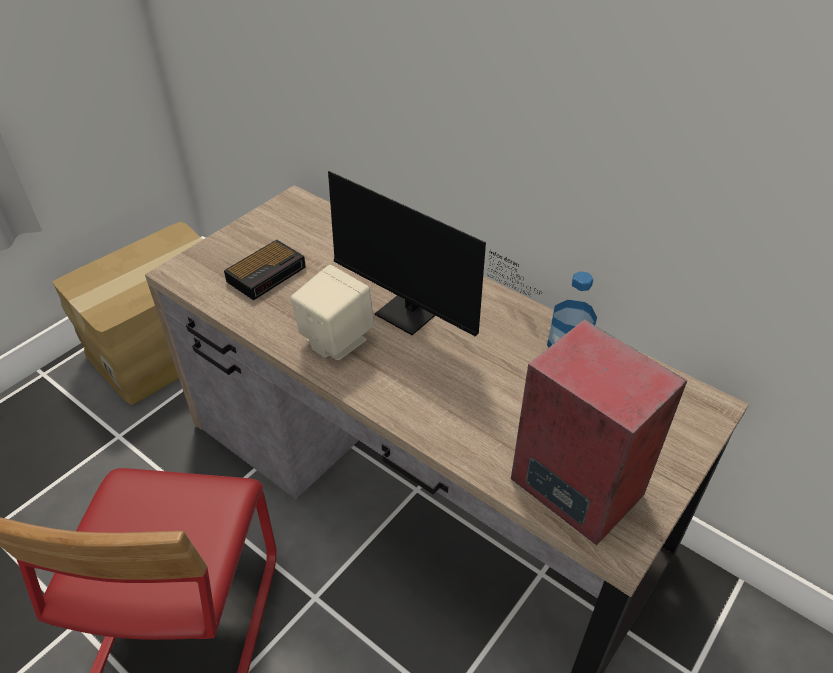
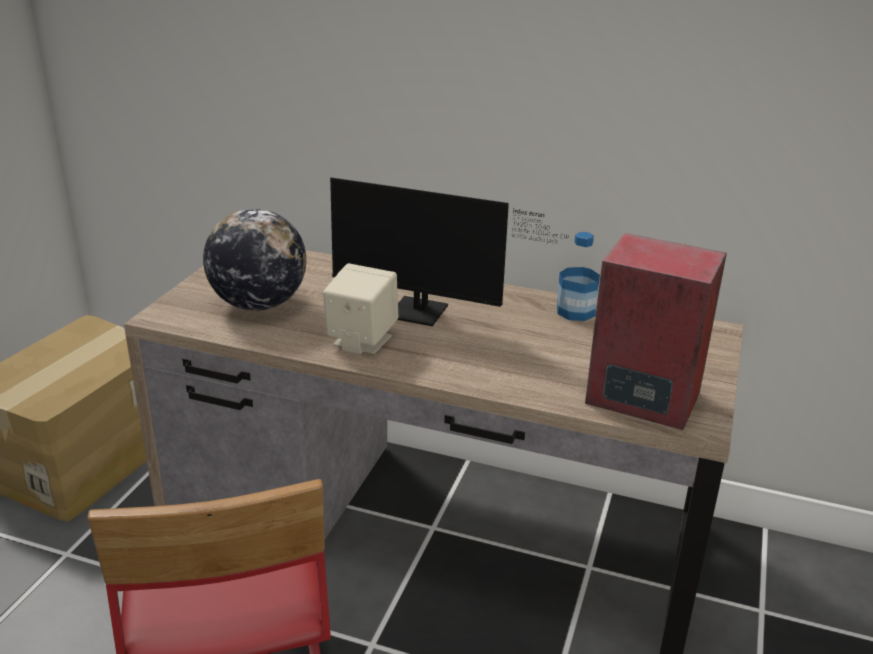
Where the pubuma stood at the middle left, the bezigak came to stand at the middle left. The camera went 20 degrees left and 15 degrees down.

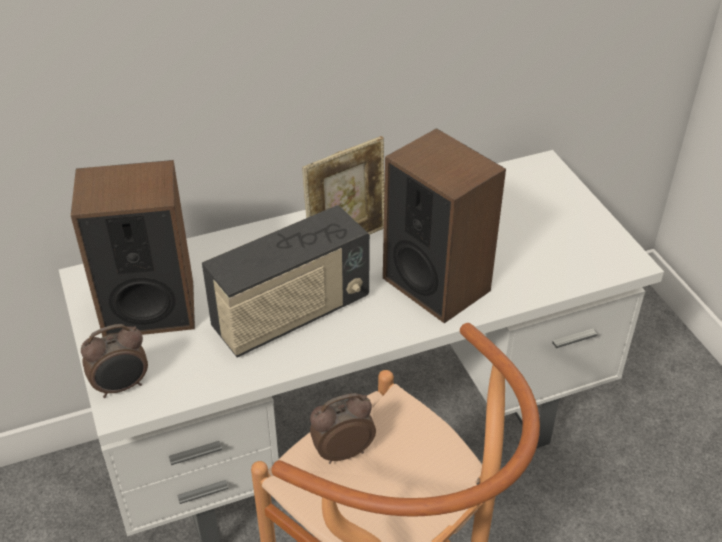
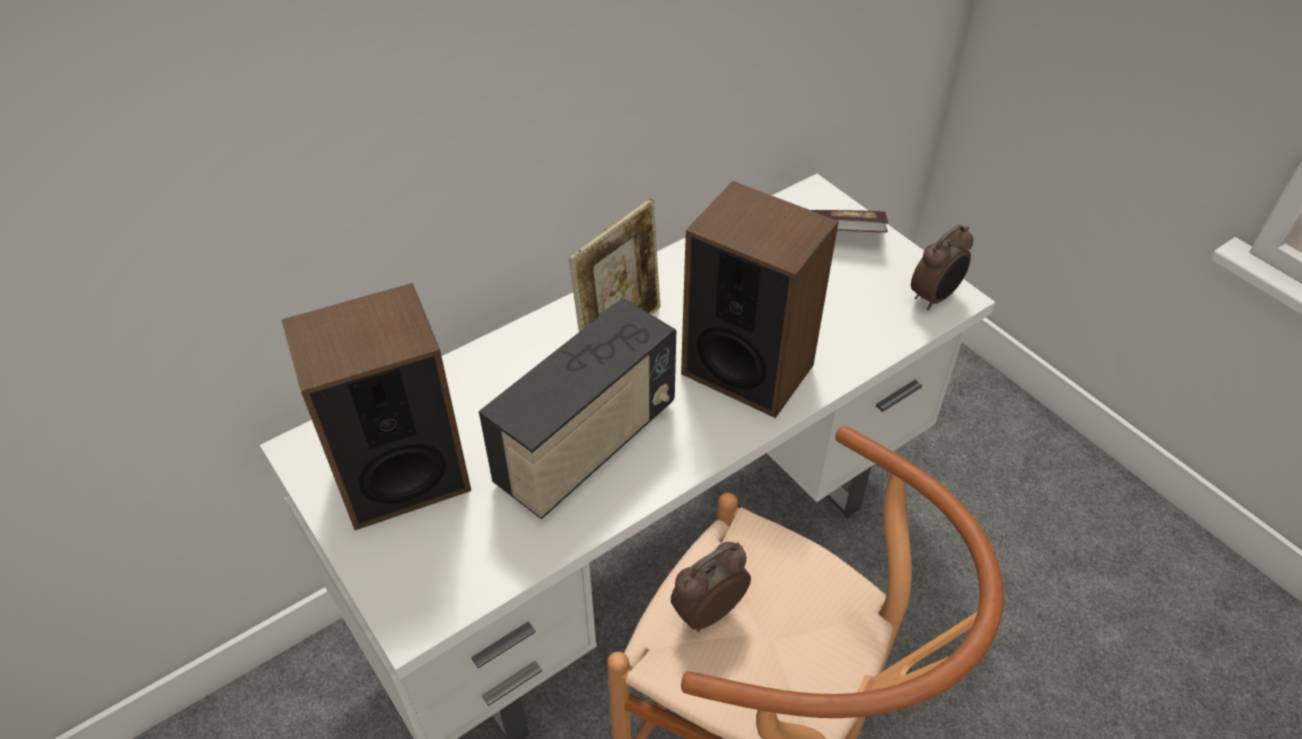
The pubuma (no. 1 from left in the first image) ended up elsewhere, having gone from the middle left to the middle right. The second view gained the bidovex at the top centre. The camera went 15 degrees left and 5 degrees up.

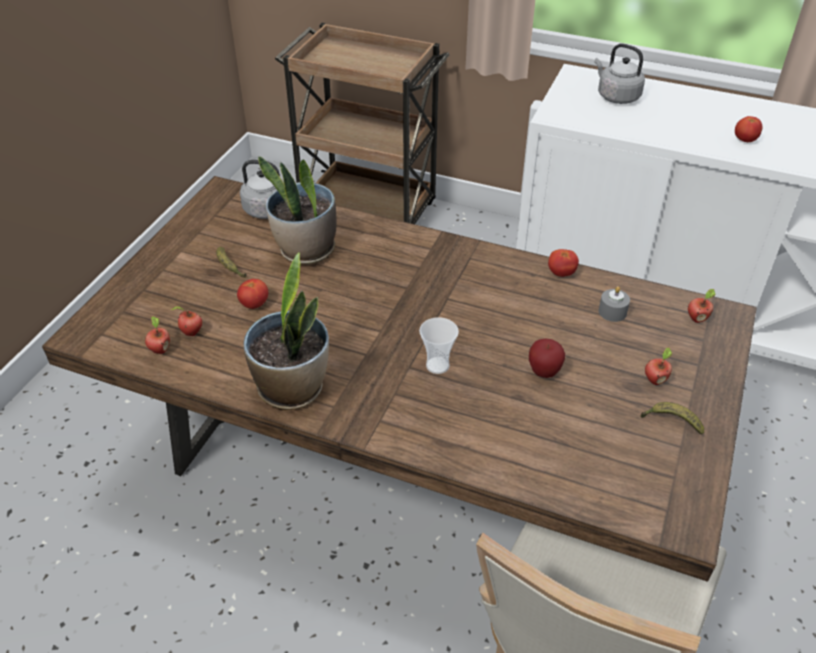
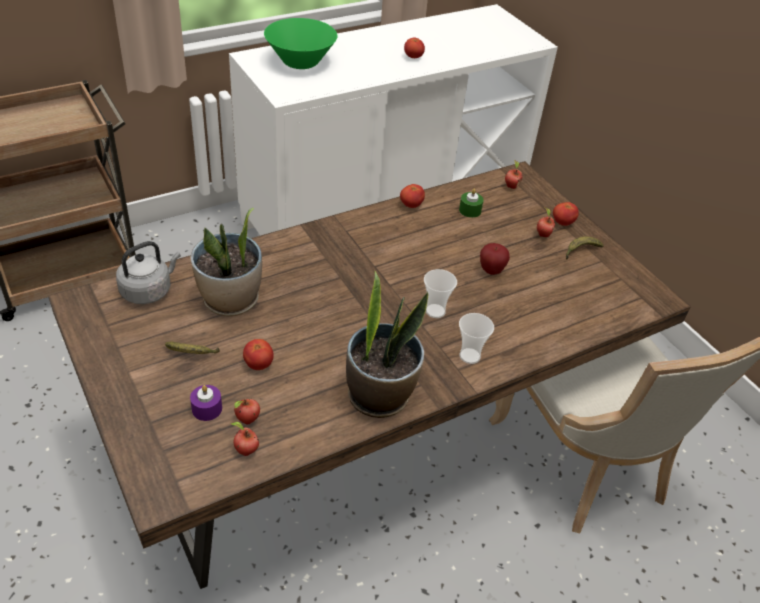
Where the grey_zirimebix (no. 2 from left) stood at the top right, the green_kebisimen came to stand at the top centre. What was the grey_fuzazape at the middle right turned into the green_fuzazape at the centre. The second view gained the purple_fuzazape at the bottom left. The second view gained the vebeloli (no. 2 from left) at the centre. The second view gained the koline (no. 4 from left) at the middle right. The camera went 55 degrees left and 0 degrees up.

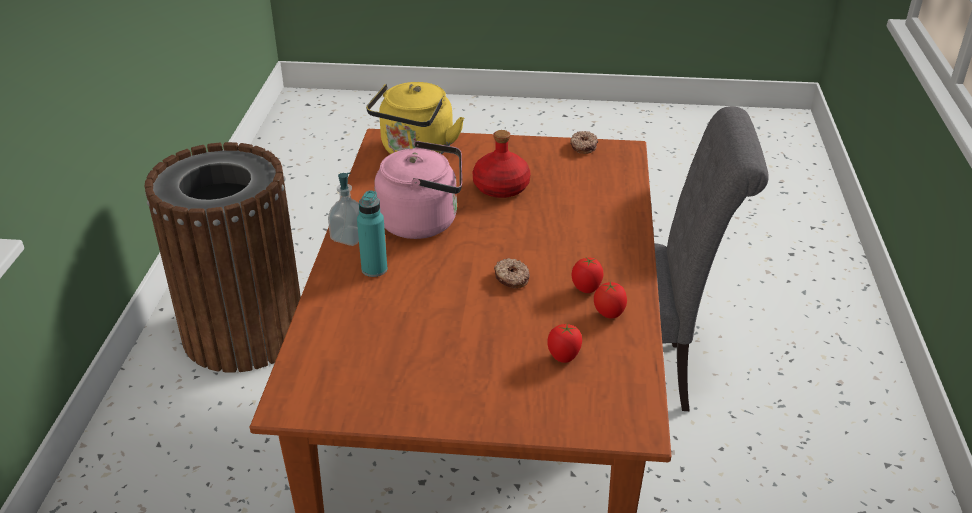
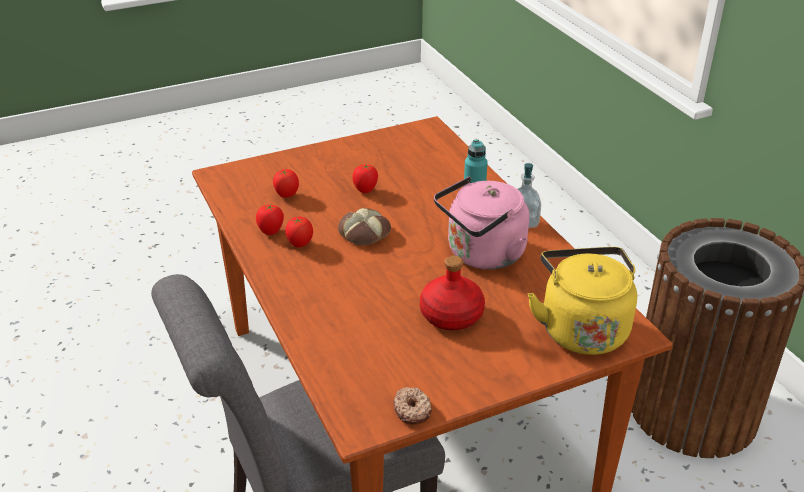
Where the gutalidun (no. 1 from left) stood at the centre, the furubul came to stand at the centre. The second view gained the koline (no. 4 from left) at the centre. The camera went 150 degrees right and 0 degrees up.

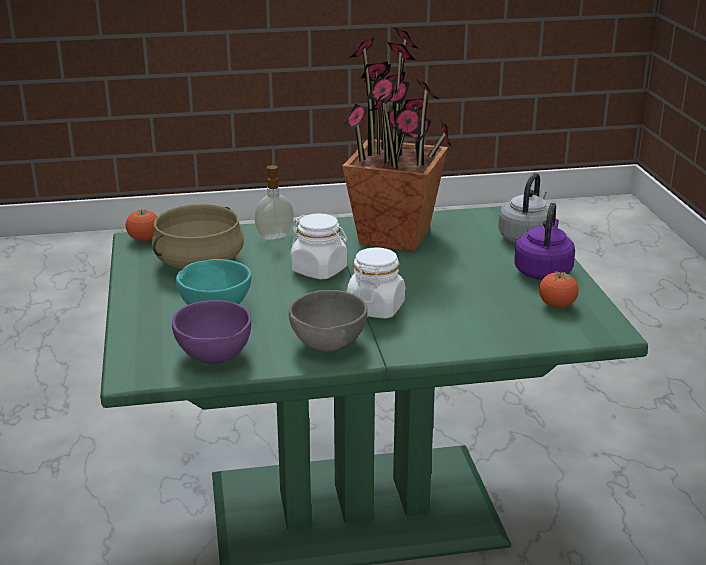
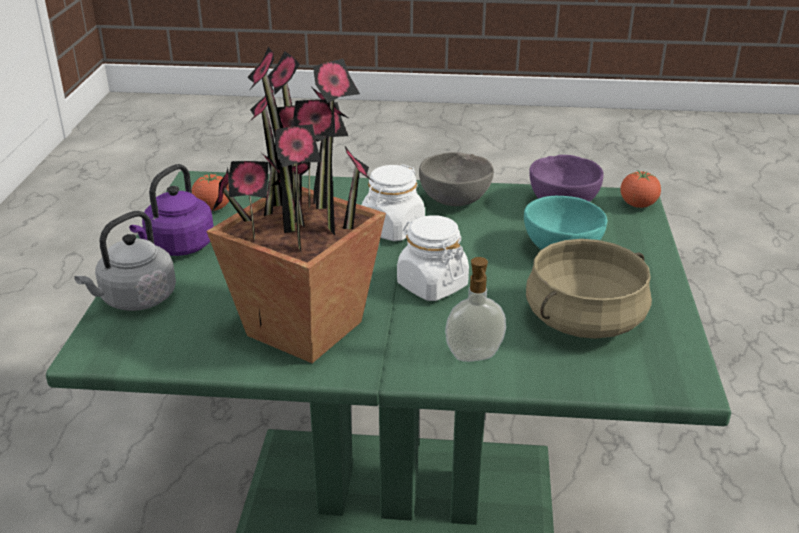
The koline (no. 1 from left in the first image) ended up elsewhere, having gone from the middle left to the middle right. The camera went 165 degrees left and 5 degrees up.

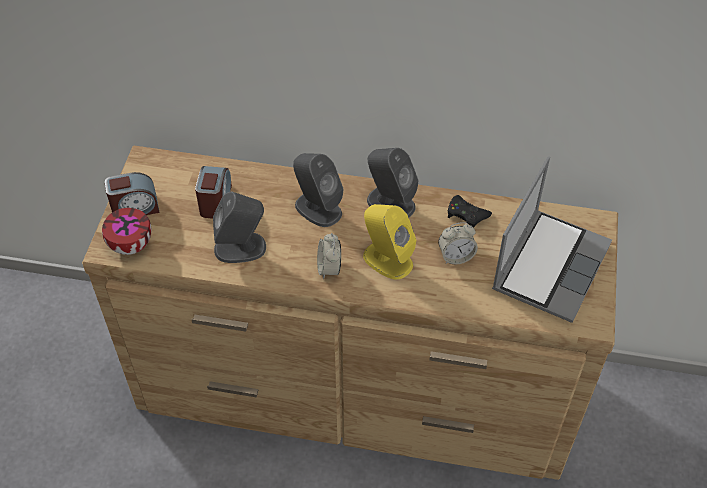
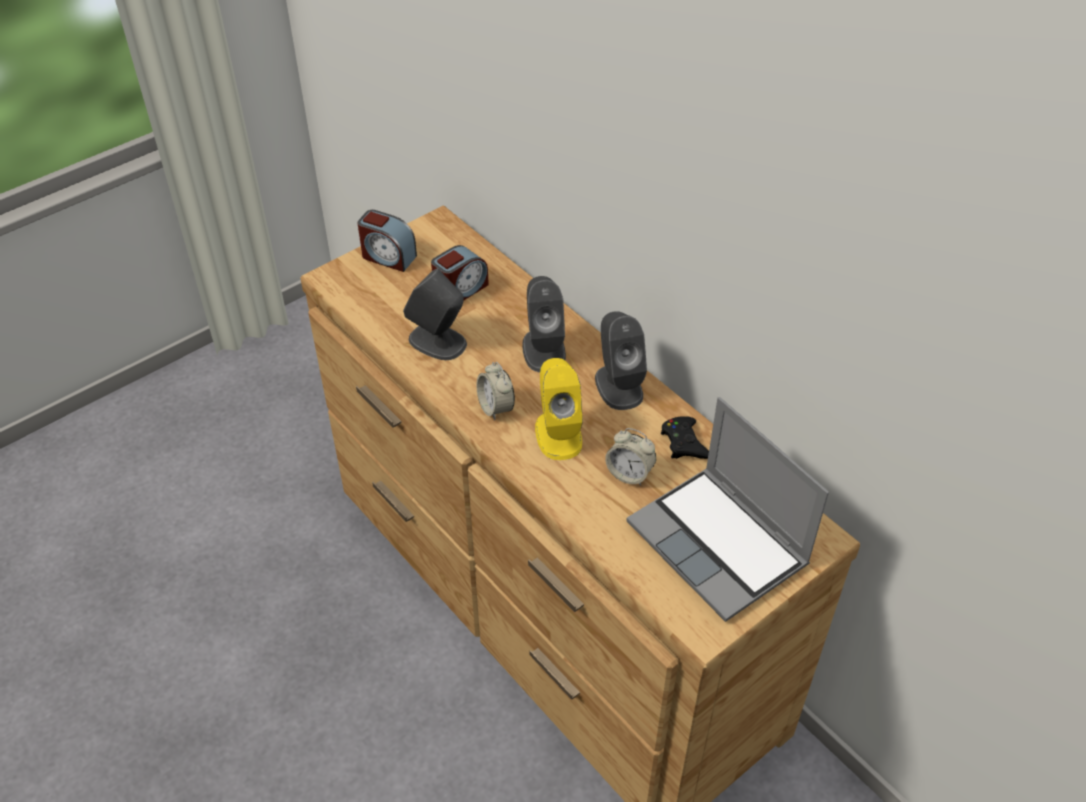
The second view lost the kebisimen at the middle left. The pubuma (no. 3 from left) at the centre ended up facing another way, 60 degrees counterclockwise from before. The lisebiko at the middle right ended up facing another way, 75 degrees clockwise from before. The camera went 40 degrees right and 5 degrees down.

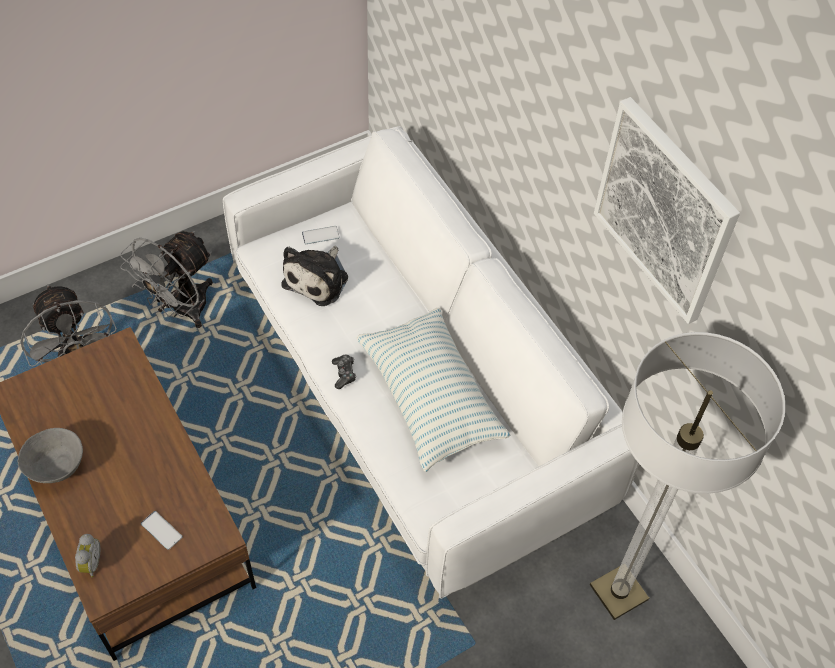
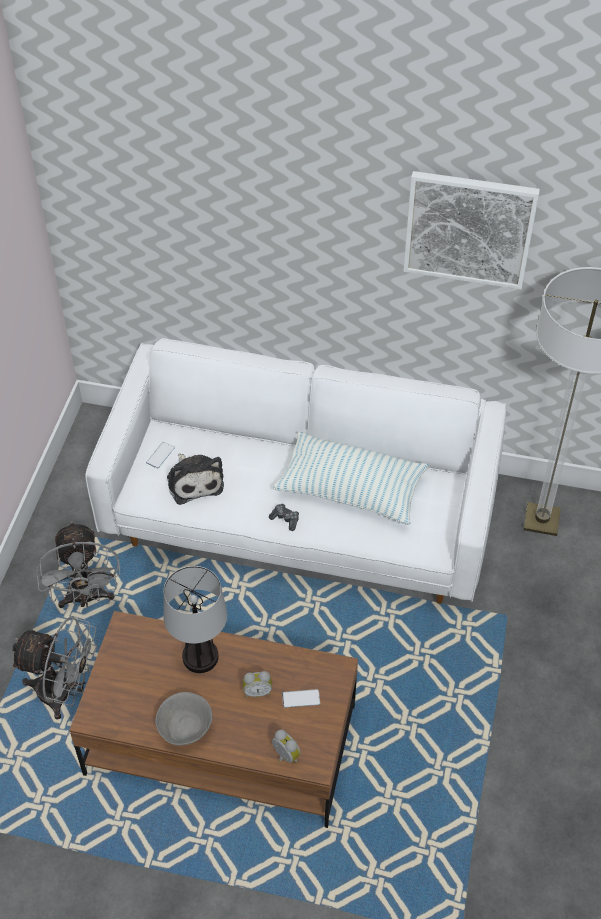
The second view gained the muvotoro at the bottom left. The second view gained the pubuma (no. 1 from left) at the bottom centre. The camera went 45 degrees left and 5 degrees down.

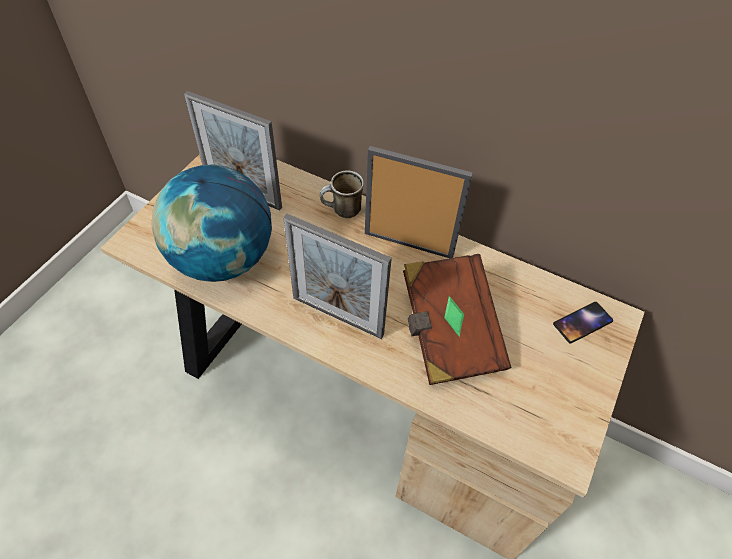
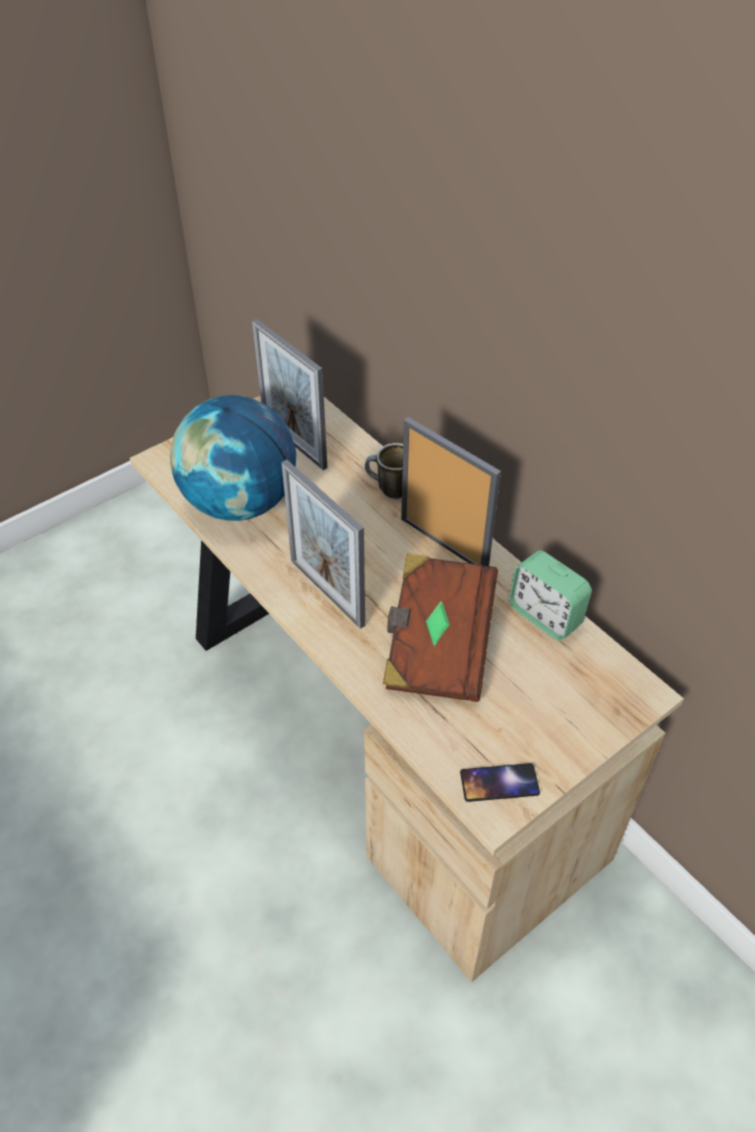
The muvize ended up elsewhere, having gone from the middle right to the bottom centre. The second view gained the pubuma at the middle right. The camera went 25 degrees right and 5 degrees down.

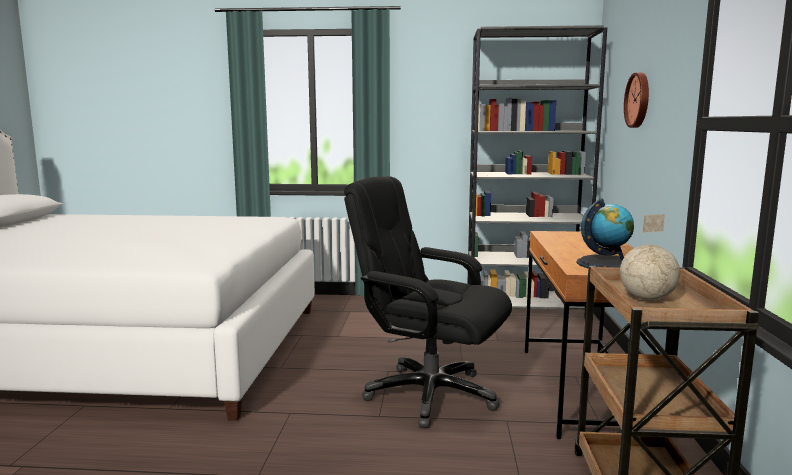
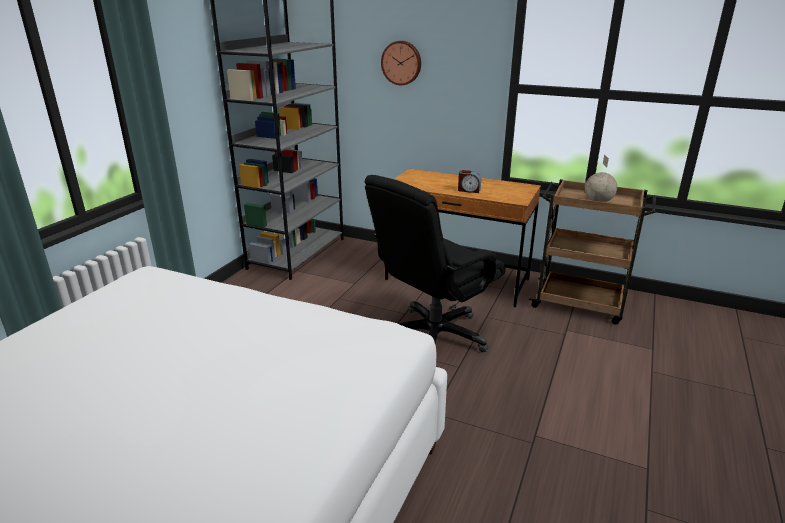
The second view lost the bezigak (no. 1 from left) at the middle right. The second view gained the pubuma at the centre. The camera went 70 degrees left and 15 degrees up.

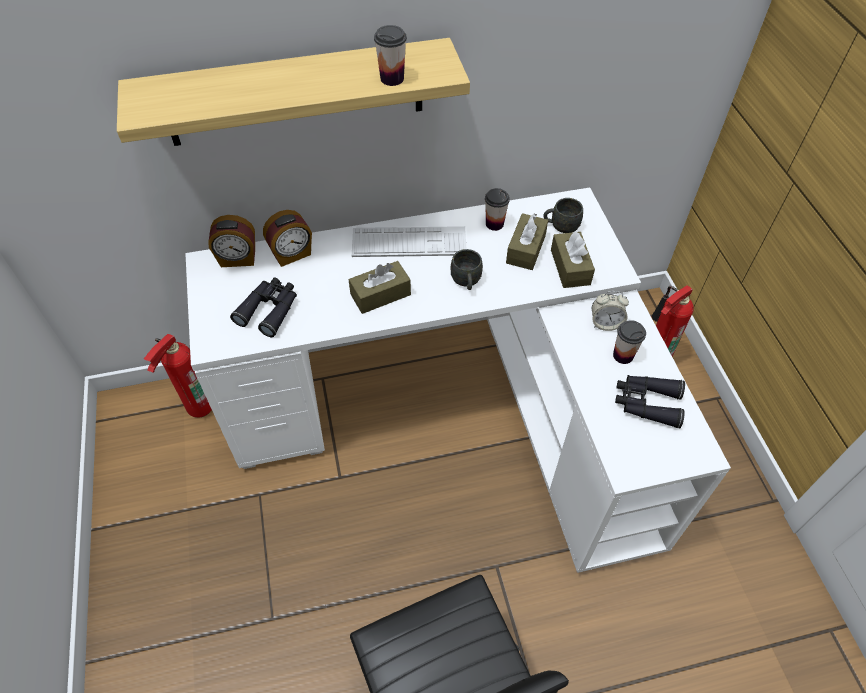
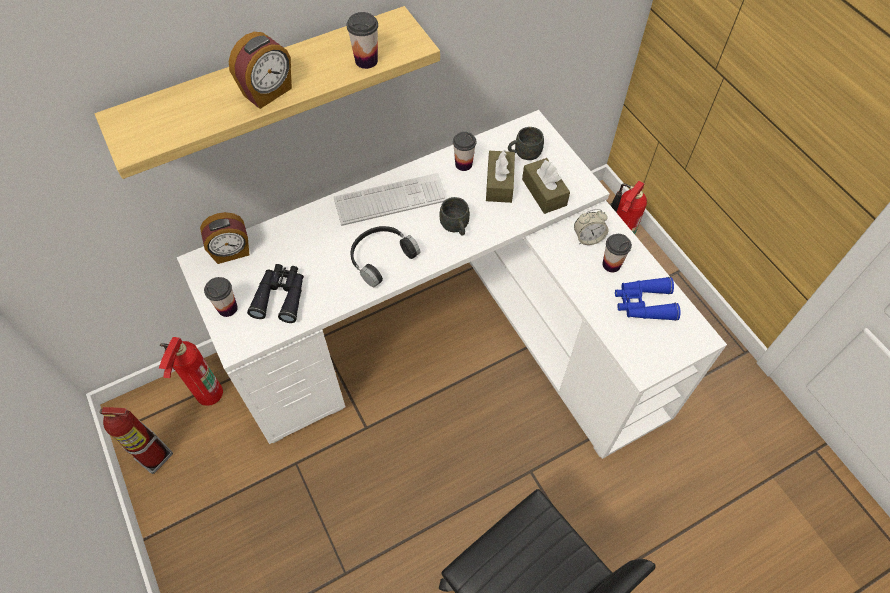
The pubuma (no. 2 from left) ended up elsewhere, having gone from the middle left to the top left. Where the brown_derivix (no. 1 from left) stood at the centre, the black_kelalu came to stand at the centre. What was the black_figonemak (no. 2 from left) at the middle right turned into the blue_figonemak at the middle right. The second view gained the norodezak (no. 1 from left) at the bottom left. The second view gained the vebeloli (no. 1 from left) at the middle left. The camera went 15 degrees left and 5 degrees up.

